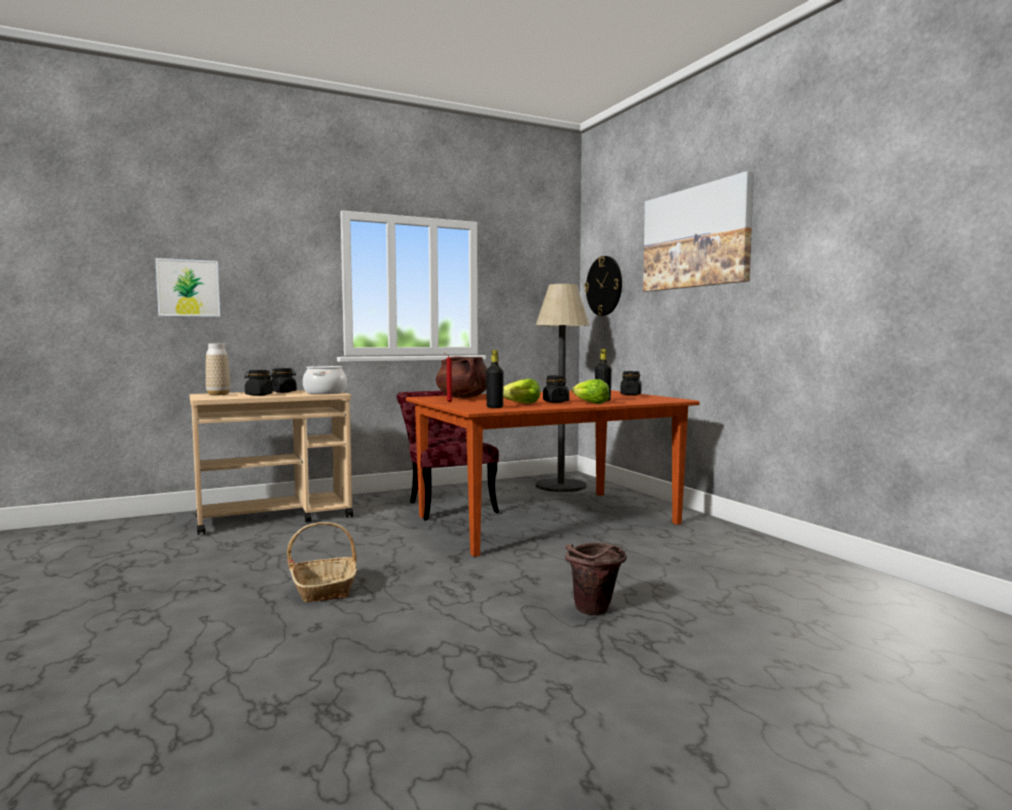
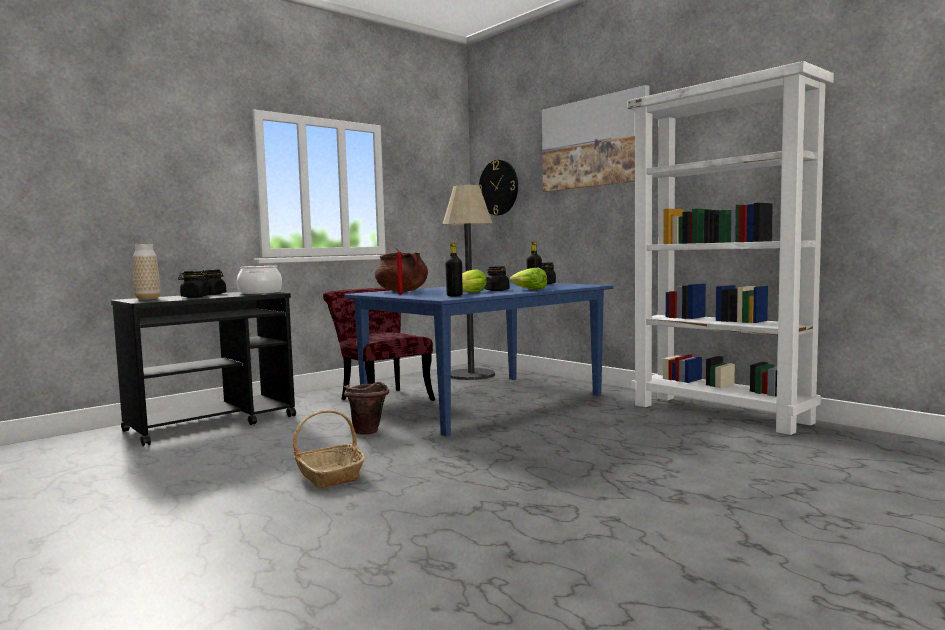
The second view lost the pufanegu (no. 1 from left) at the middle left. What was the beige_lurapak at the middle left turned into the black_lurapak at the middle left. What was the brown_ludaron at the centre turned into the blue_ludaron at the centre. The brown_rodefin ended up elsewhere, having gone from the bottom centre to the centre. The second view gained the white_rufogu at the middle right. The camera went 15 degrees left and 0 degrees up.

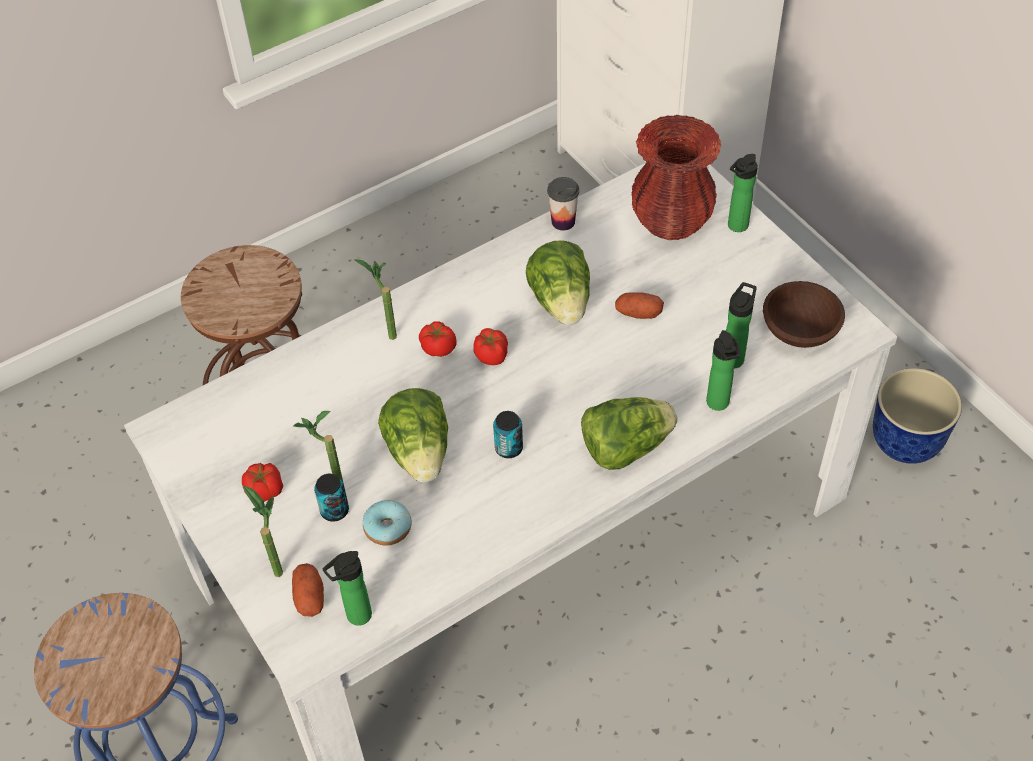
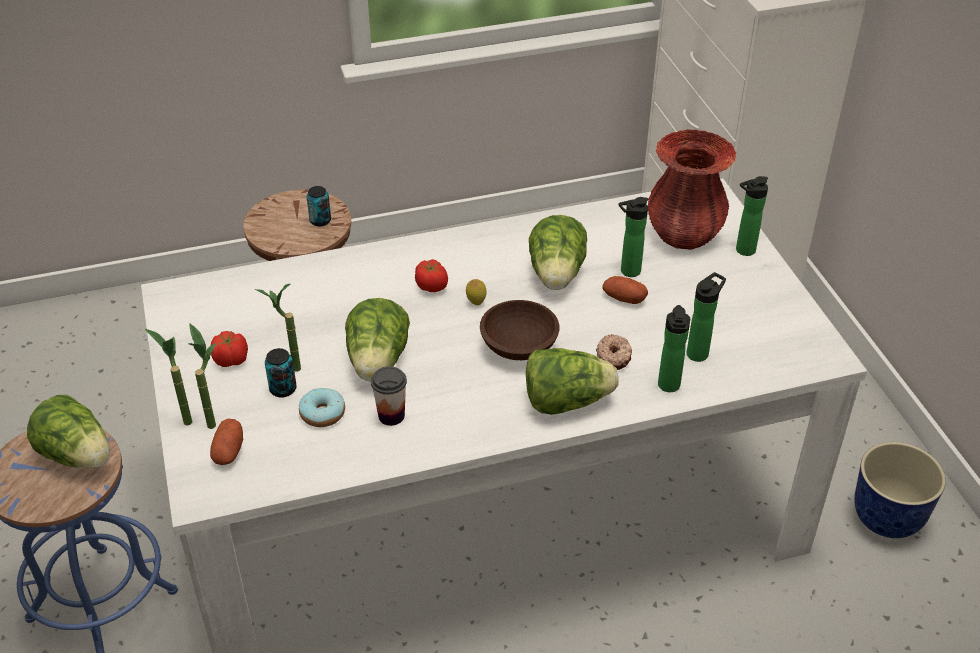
The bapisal (no. 1 from left) ended up elsewhere, having gone from the bottom centre to the centre. The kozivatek (no. 3 from left in the first image) ended up elsewhere, having gone from the centre to the middle left. Where the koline (no. 3 from left) stood at the centre, the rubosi came to stand at the centre. The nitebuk (no. 2 from left) ended up elsewhere, having gone from the centre to the top left. The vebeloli ended up elsewhere, having gone from the top centre to the centre. The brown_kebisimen ended up elsewhere, having gone from the middle right to the centre. The second view gained the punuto (no. 1 from left) at the middle left. The second view gained the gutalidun (no. 2 from left) at the centre. The camera went 15 degrees right and 10 degrees down.

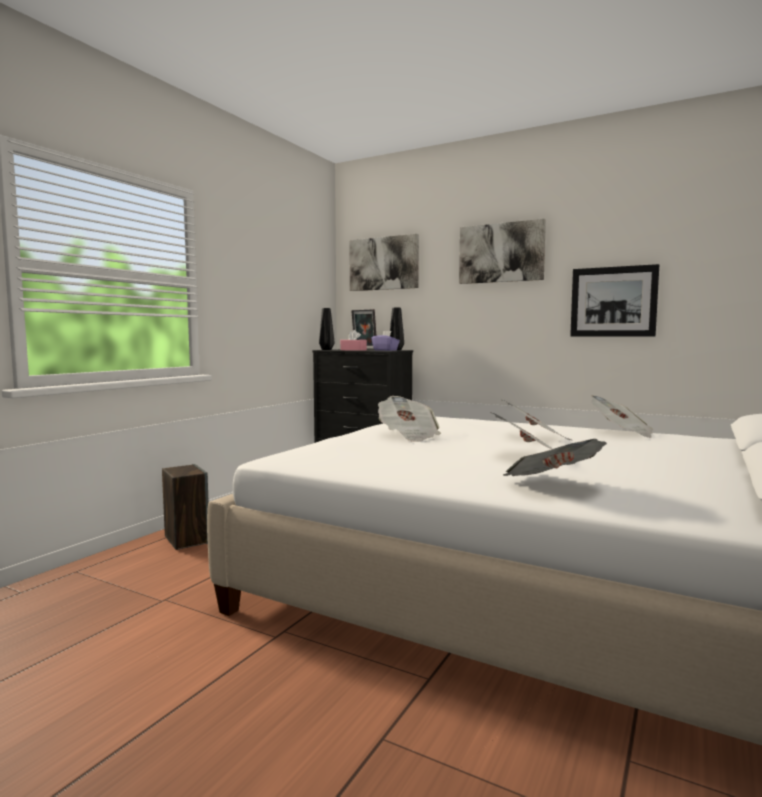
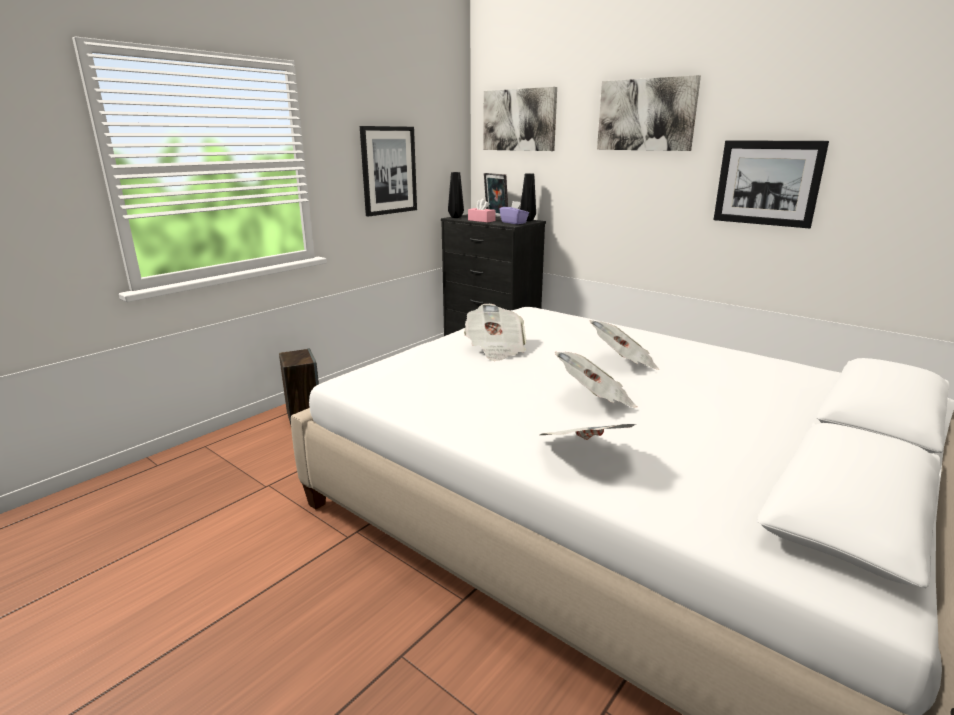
The second view lost the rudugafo (no. 5 from left) at the middle right. The second view gained the pufanegu (no. 1 from left) at the top centre. The camera went 10 degrees right and 15 degrees up.

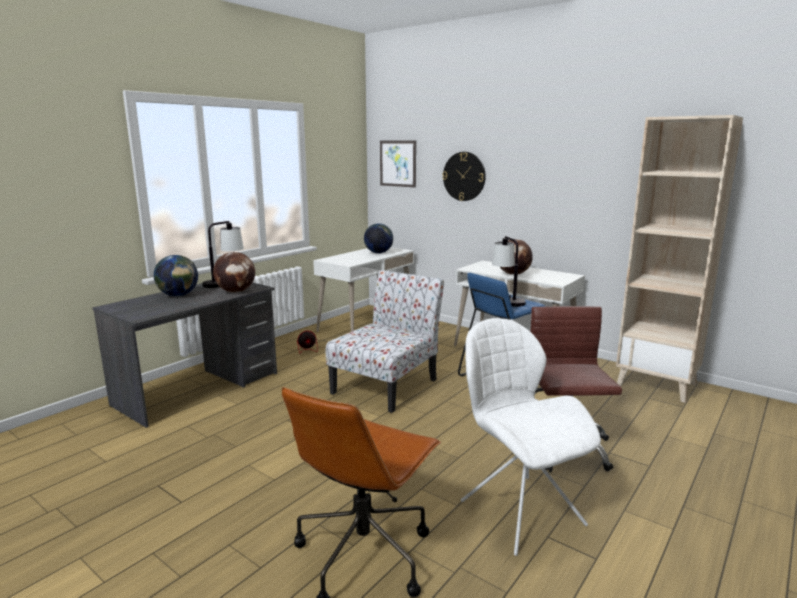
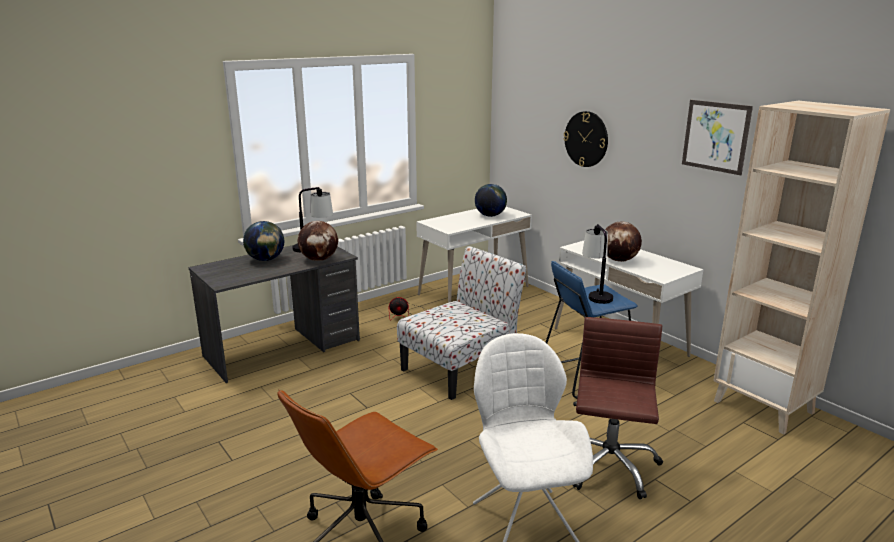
The pufanegu ended up elsewhere, having gone from the top centre to the top right. The camera went 15 degrees right and 5 degrees up.

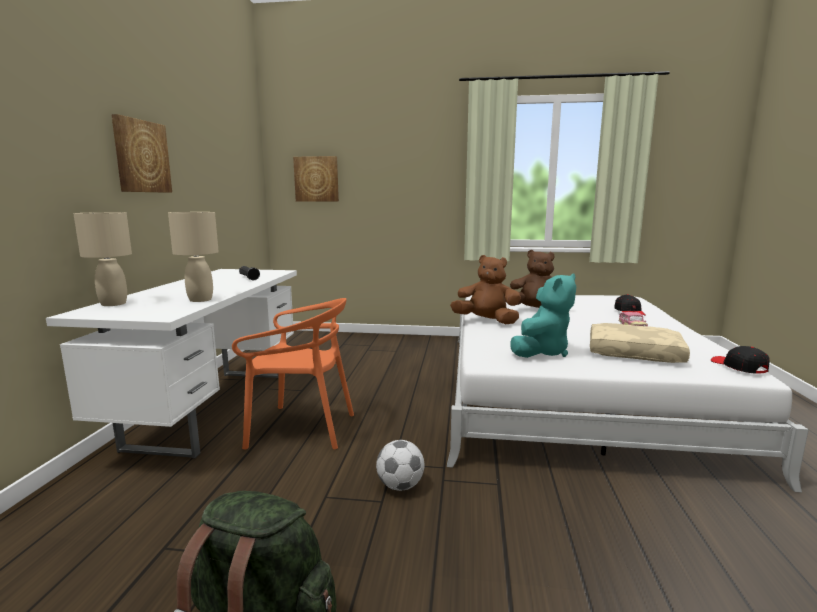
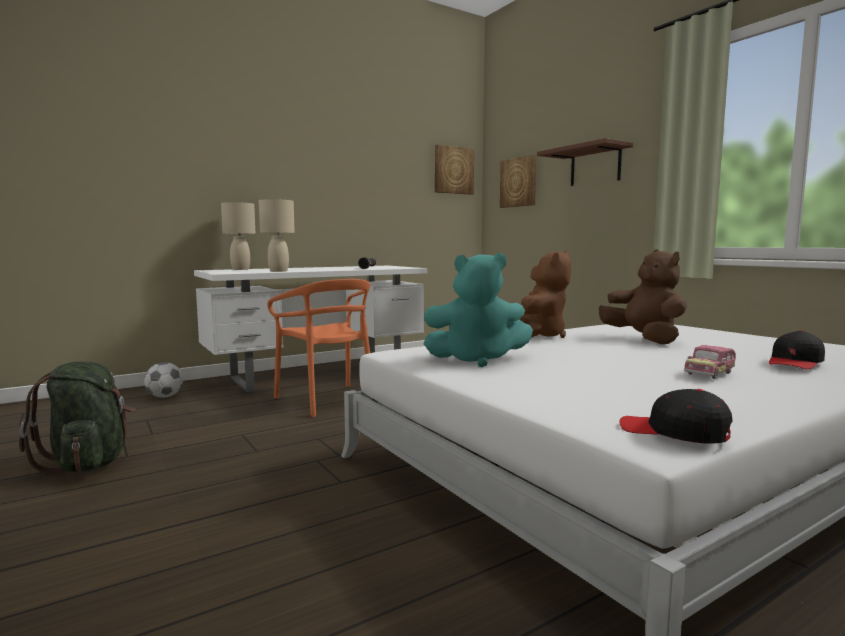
The pufanegu (no. 1 from left) ended up elsewhere, having gone from the top left to the top centre. The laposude ended up elsewhere, having gone from the bottom centre to the middle left. The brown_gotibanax (no. 1 from left) at the centre ended up facing another way, 45 degrees clockwise from before. The second view lost the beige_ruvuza at the middle right. The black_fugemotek (no. 2 from left in the first image) at the middle right ended up facing another way, 90 degrees counterclockwise from before. The second view gained the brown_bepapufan at the top right. The camera went 50 degrees right and 5 degrees down.

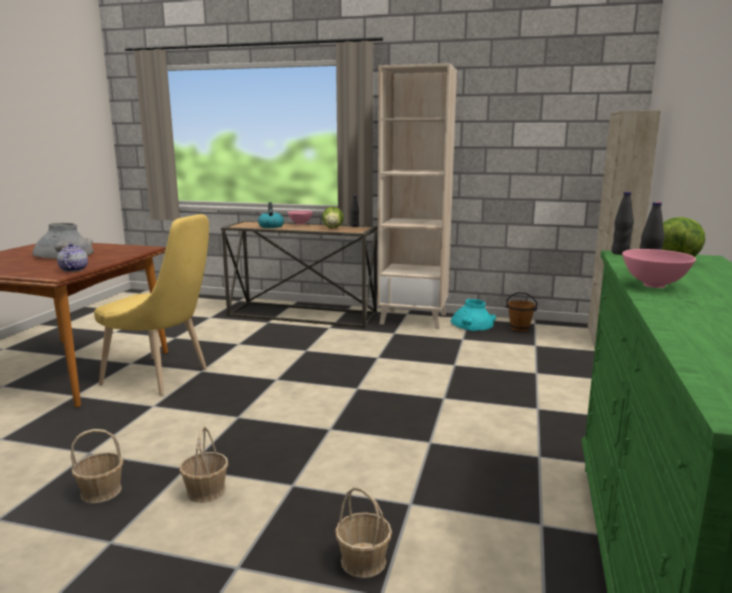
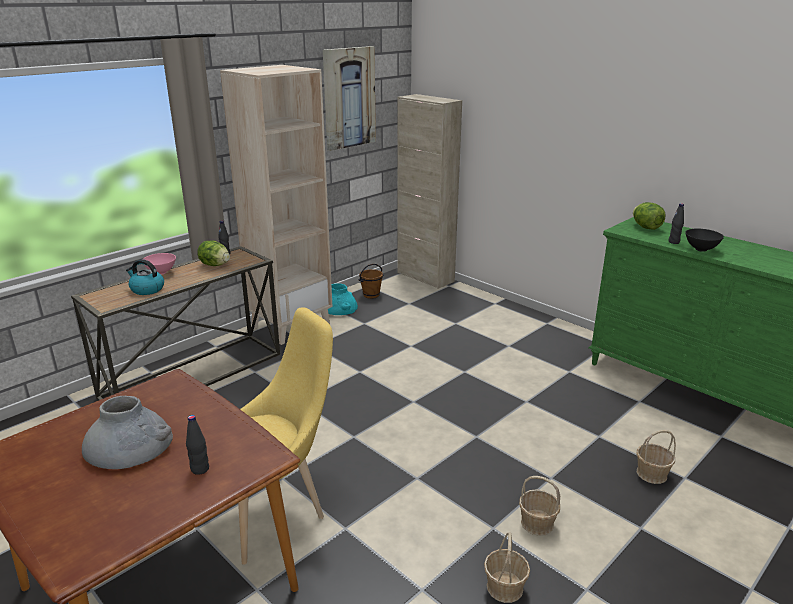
The second view lost the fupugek at the middle left. The black_bapisal (no. 2 from left in the first image) ended up elsewhere, having gone from the middle right to the bottom left. What was the pink_kebisimen (no. 2 from left) at the middle right turned into the black_kebisimen at the middle right. The second view gained the pufanegu at the top centre. The camera went 60 degrees left and 10 degrees up.

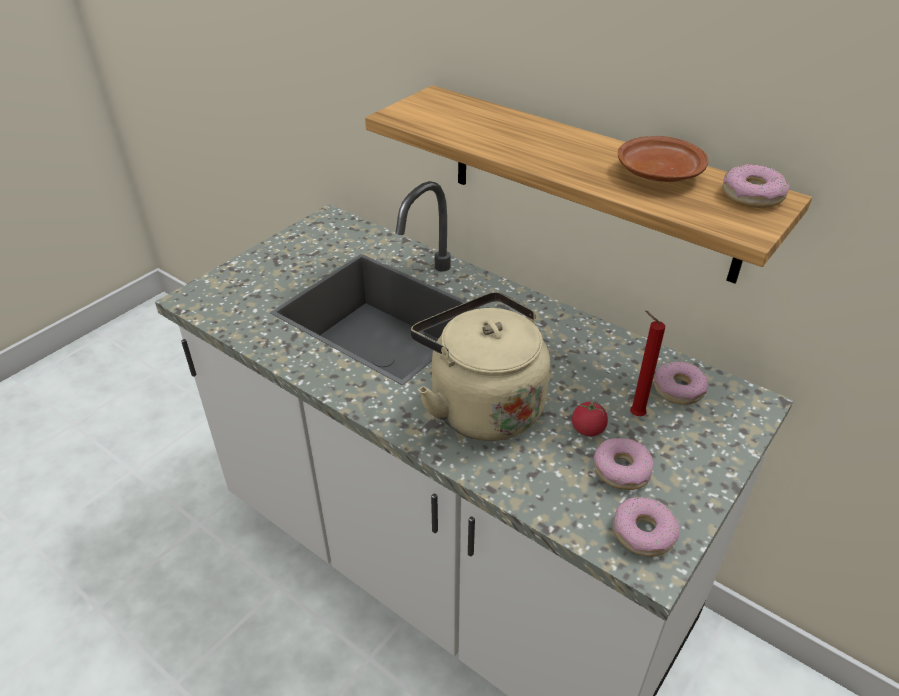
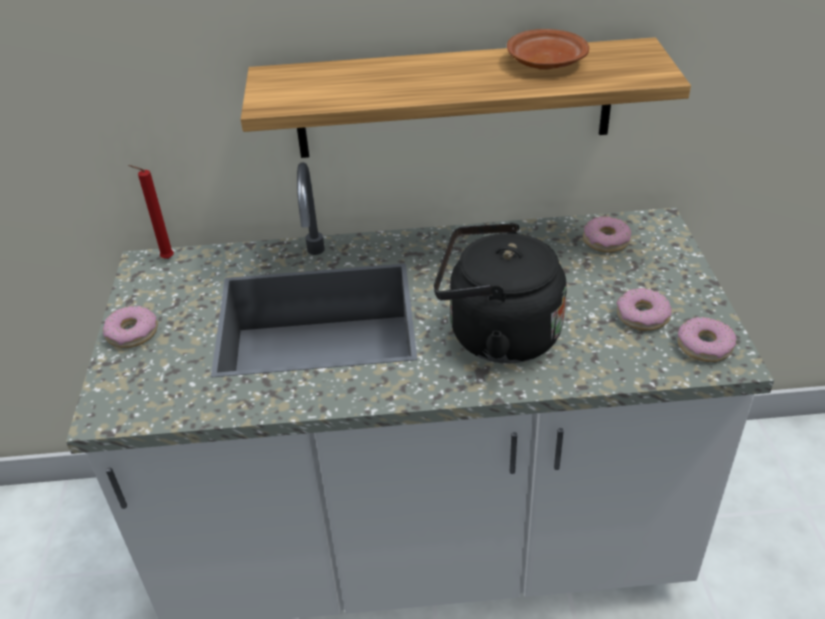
What was the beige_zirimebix at the centre turned into the black_zirimebix at the centre. The second view lost the koline at the centre. The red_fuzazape ended up elsewhere, having gone from the middle right to the middle left. The gutalidun (no. 4 from left in the first image) ended up elsewhere, having gone from the top right to the middle left. The camera went 40 degrees left and 0 degrees up.

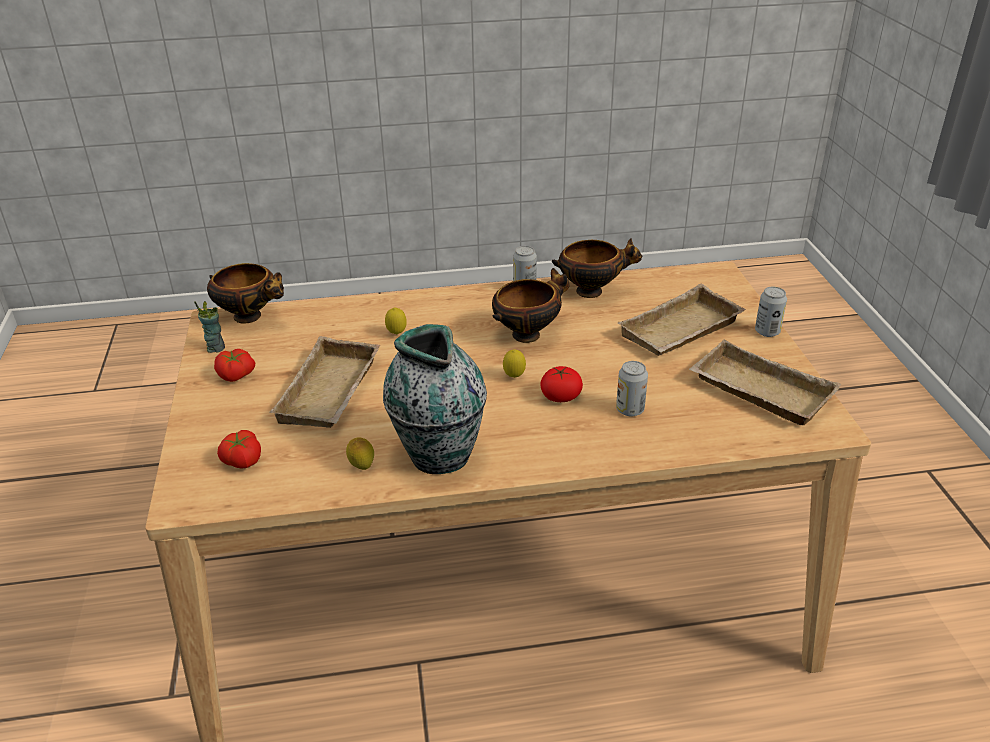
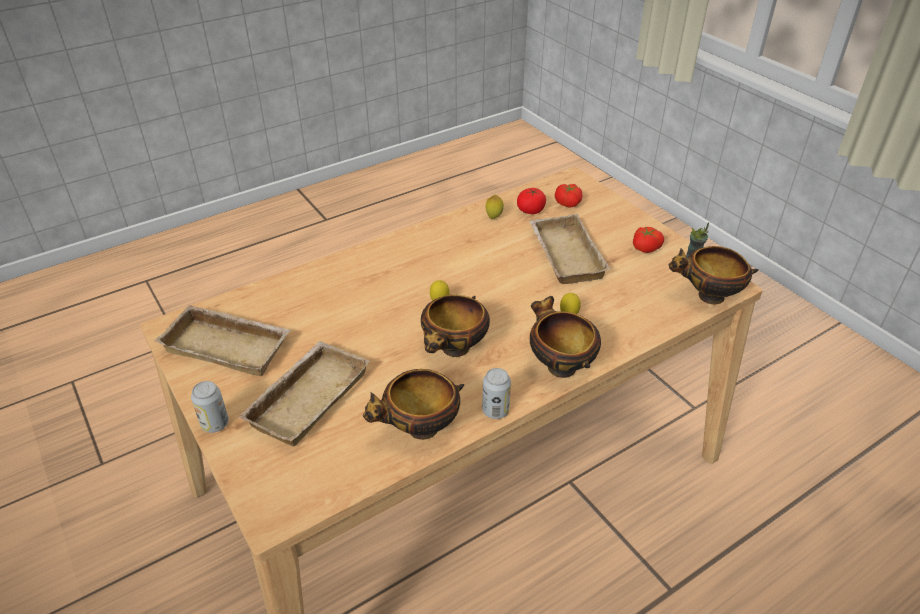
The second view lost the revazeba at the centre. The koline (no. 3 from left in the first image) ended up elsewhere, having gone from the centre to the top centre. The second view lost the nitebuk (no. 2 from left) at the centre. The second view gained the kebisimen (no. 3 from left) at the centre. The camera went 155 degrees right and 5 degrees up.

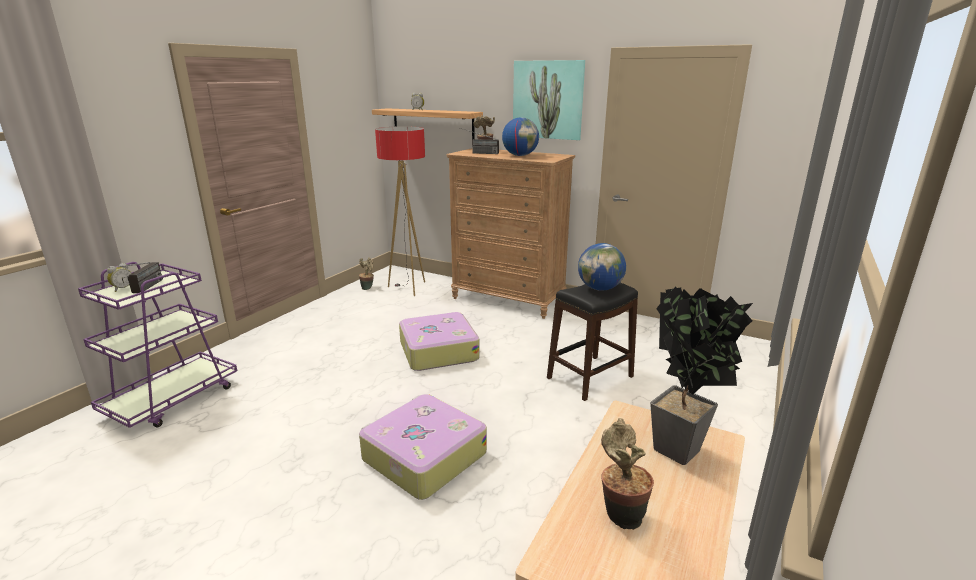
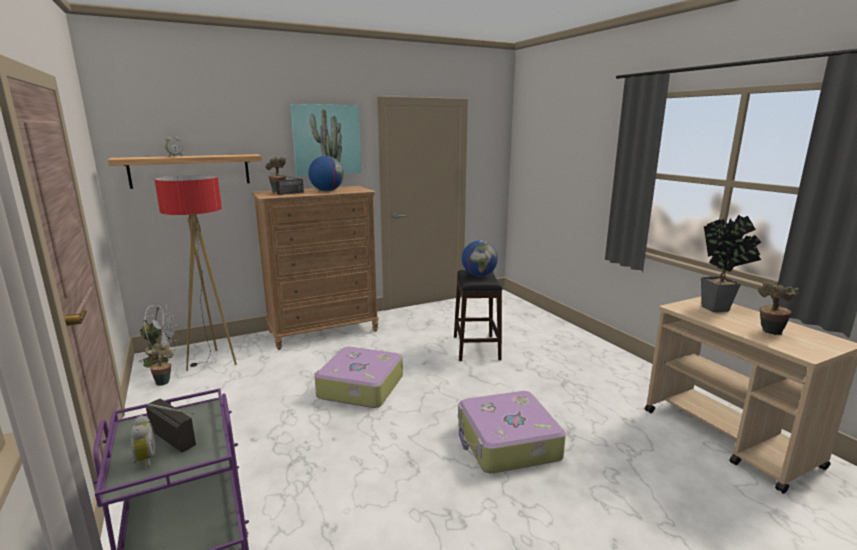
The second view gained the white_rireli at the middle left. The camera went 55 degrees left and 5 degrees down.

